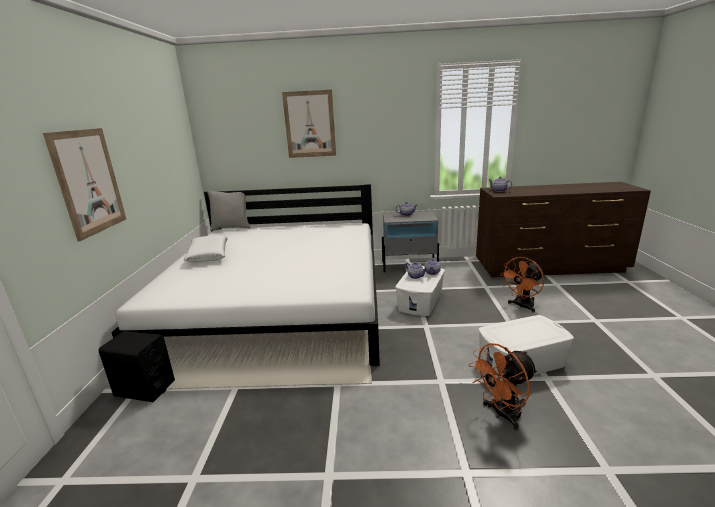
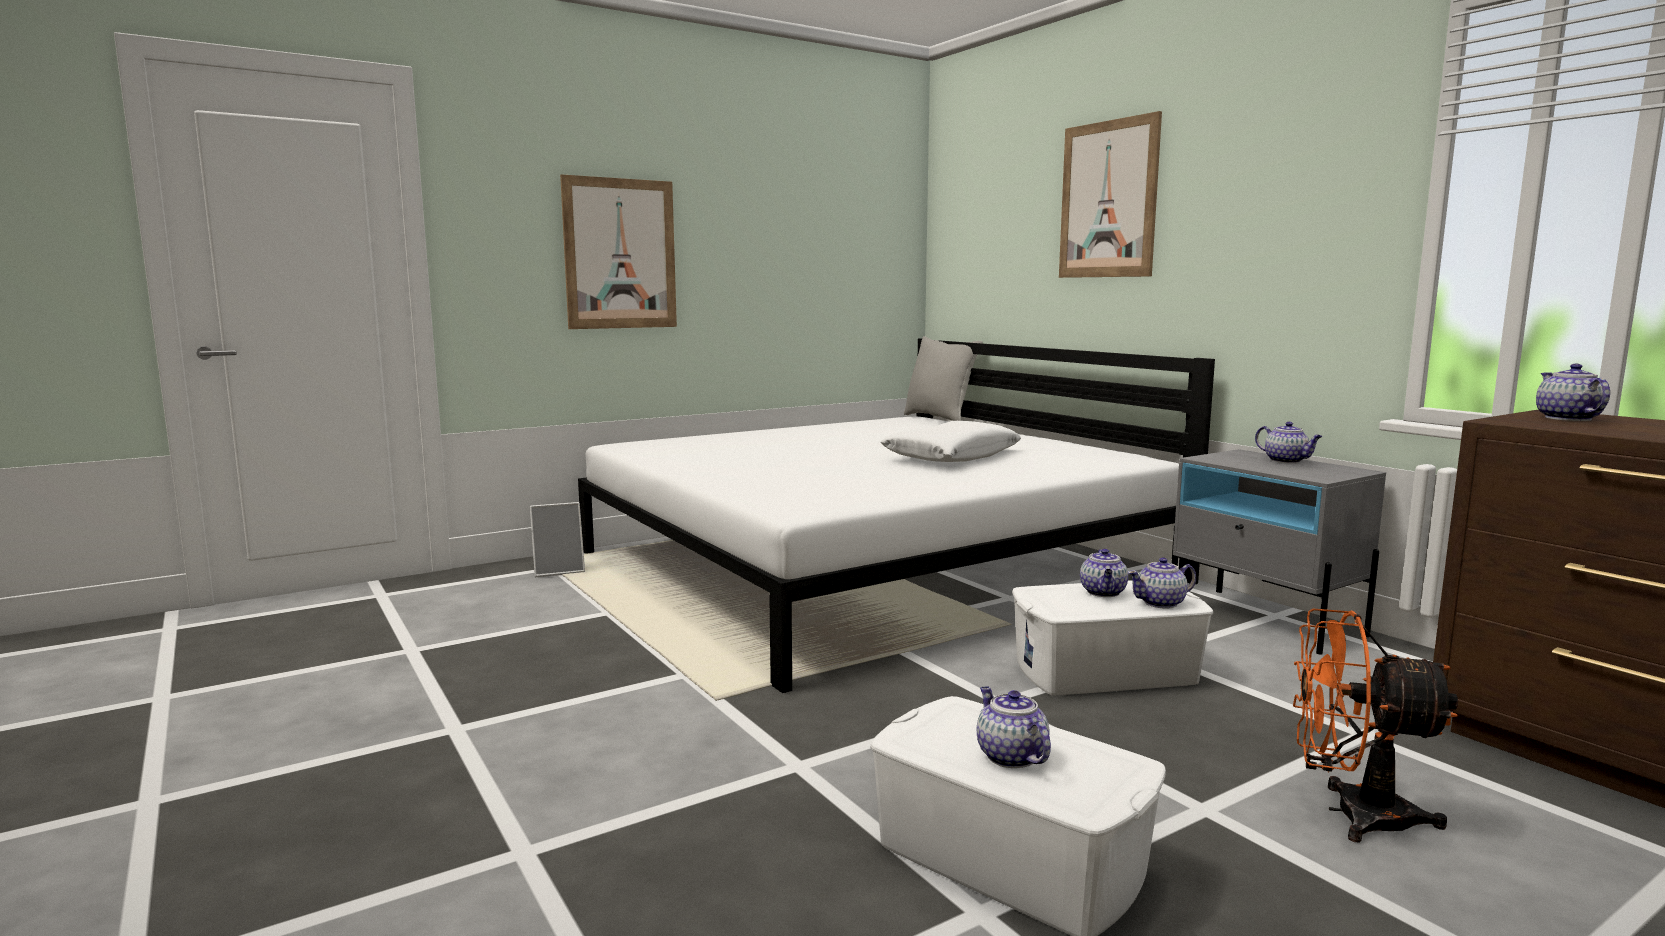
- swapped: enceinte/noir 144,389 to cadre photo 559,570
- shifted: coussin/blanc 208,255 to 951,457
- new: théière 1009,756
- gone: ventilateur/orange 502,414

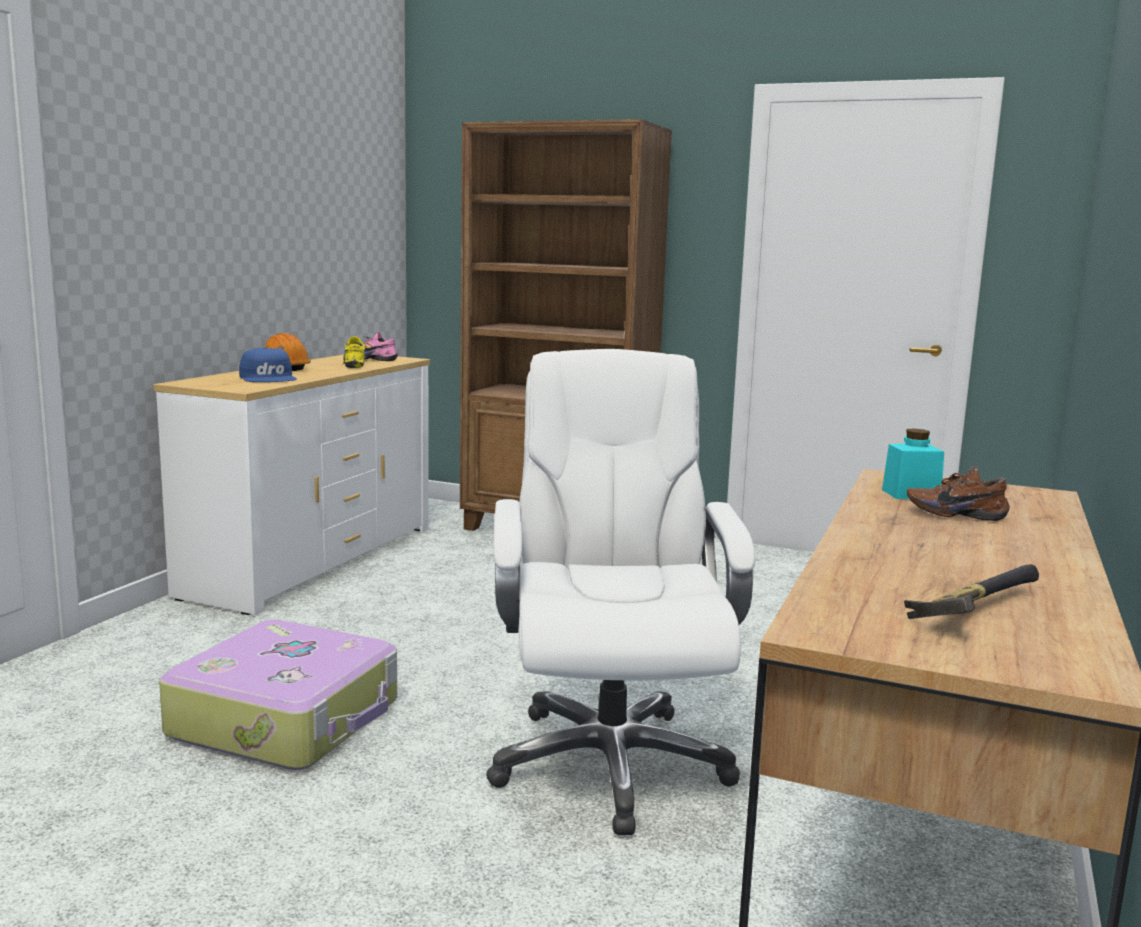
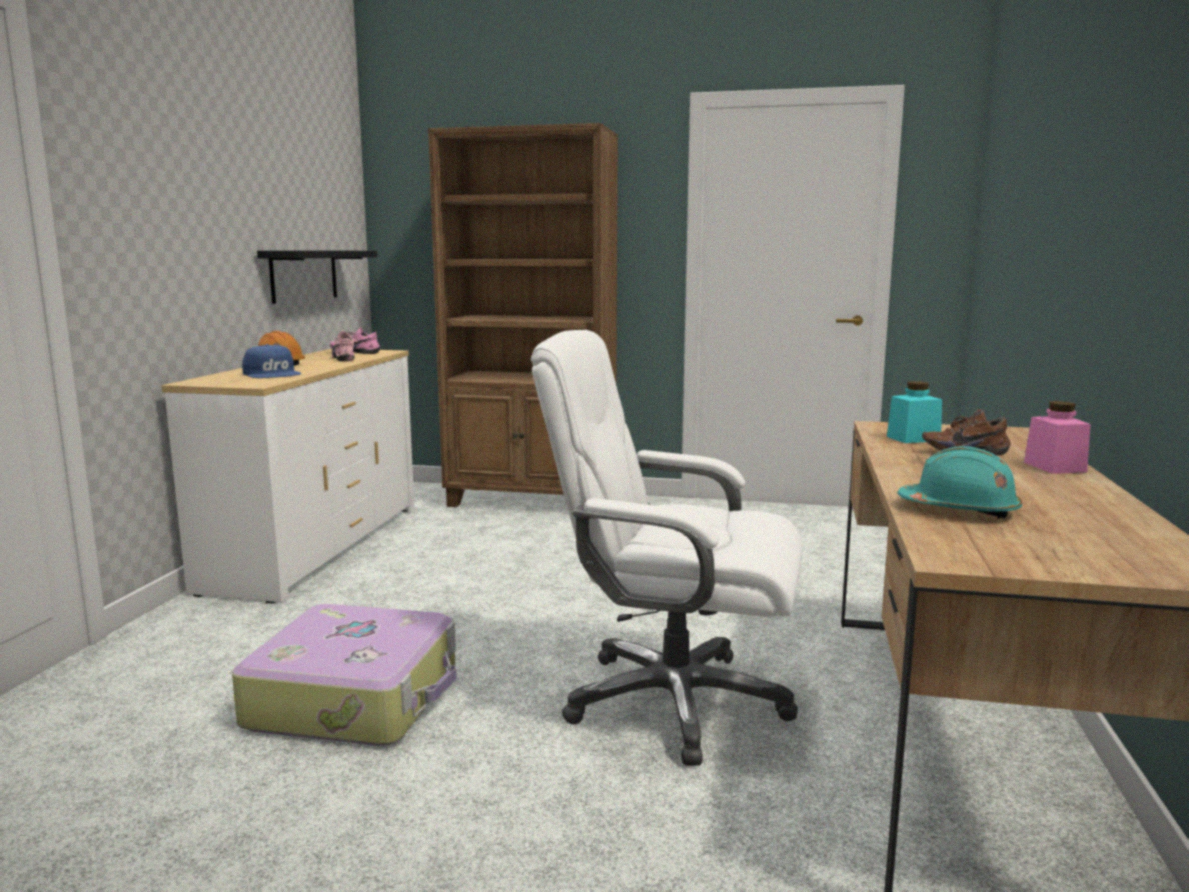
- new: étagère/noir 304,275
- repainted: chaussure/jaune 357,365 to chaussure/rose 346,358
- rotated: chaise de bureau/blanc 609,761 = 672,702 60 degrees counterclockwise
- new: casque de chantier/turquoise 959,510
- new: bocal/rose 1054,467
- gone: marteau 970,610

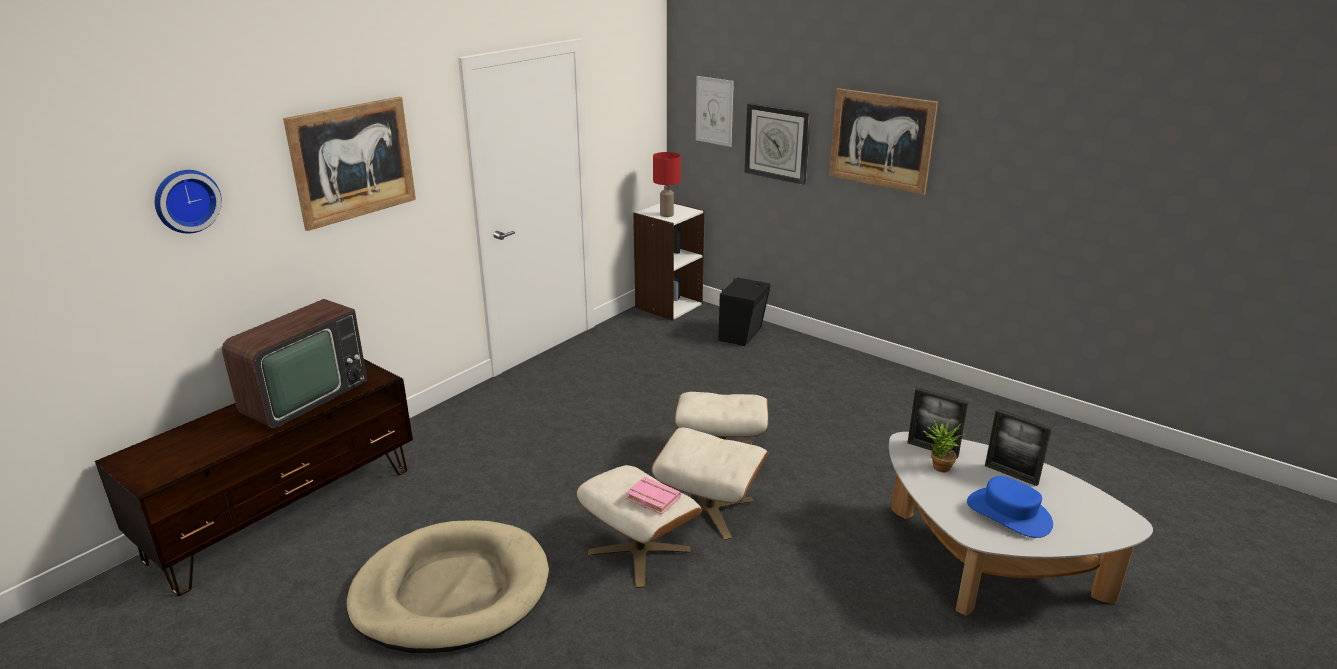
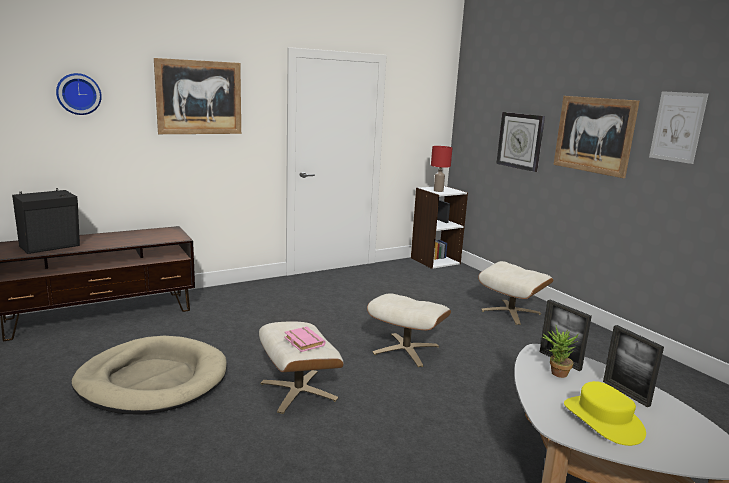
- shifted: enceinte/noir 743,334 to 51,246
- shifted: pouf/beige 709,509 to 511,311
- repainted: chapeau/bleu 1009,513 to chapeau/jaune 603,420
- shifted: tableau 714,111 to 677,127
- gone: téléviseur 299,396

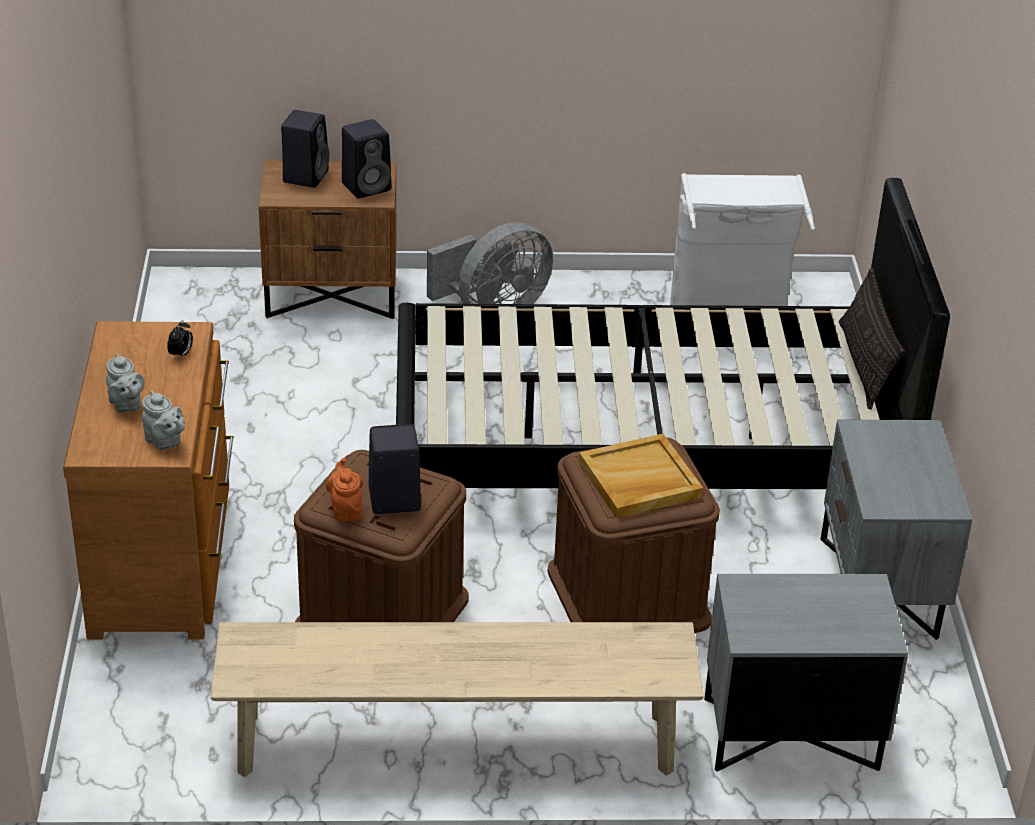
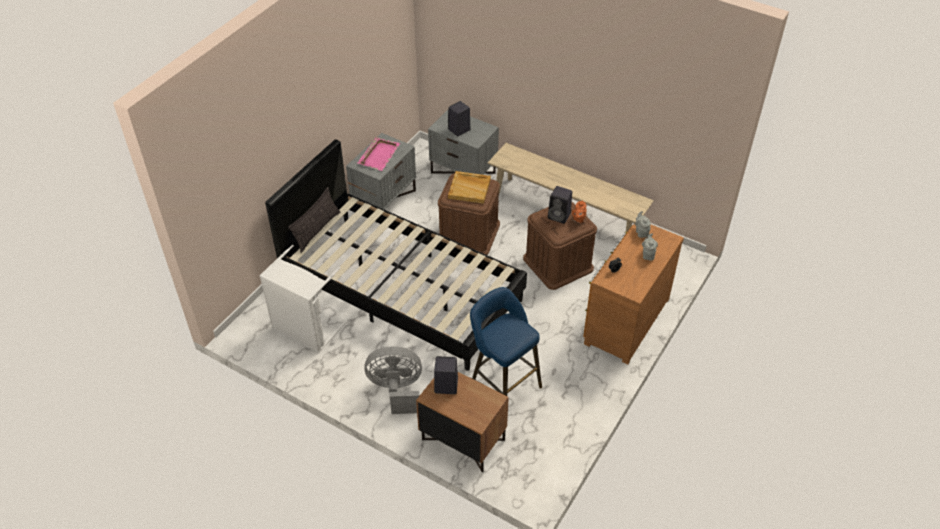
- new: plateau/rose 379,155
- shifted: enceinte/noir 306,176 to 458,130
- new: tabouret/bleu 502,384

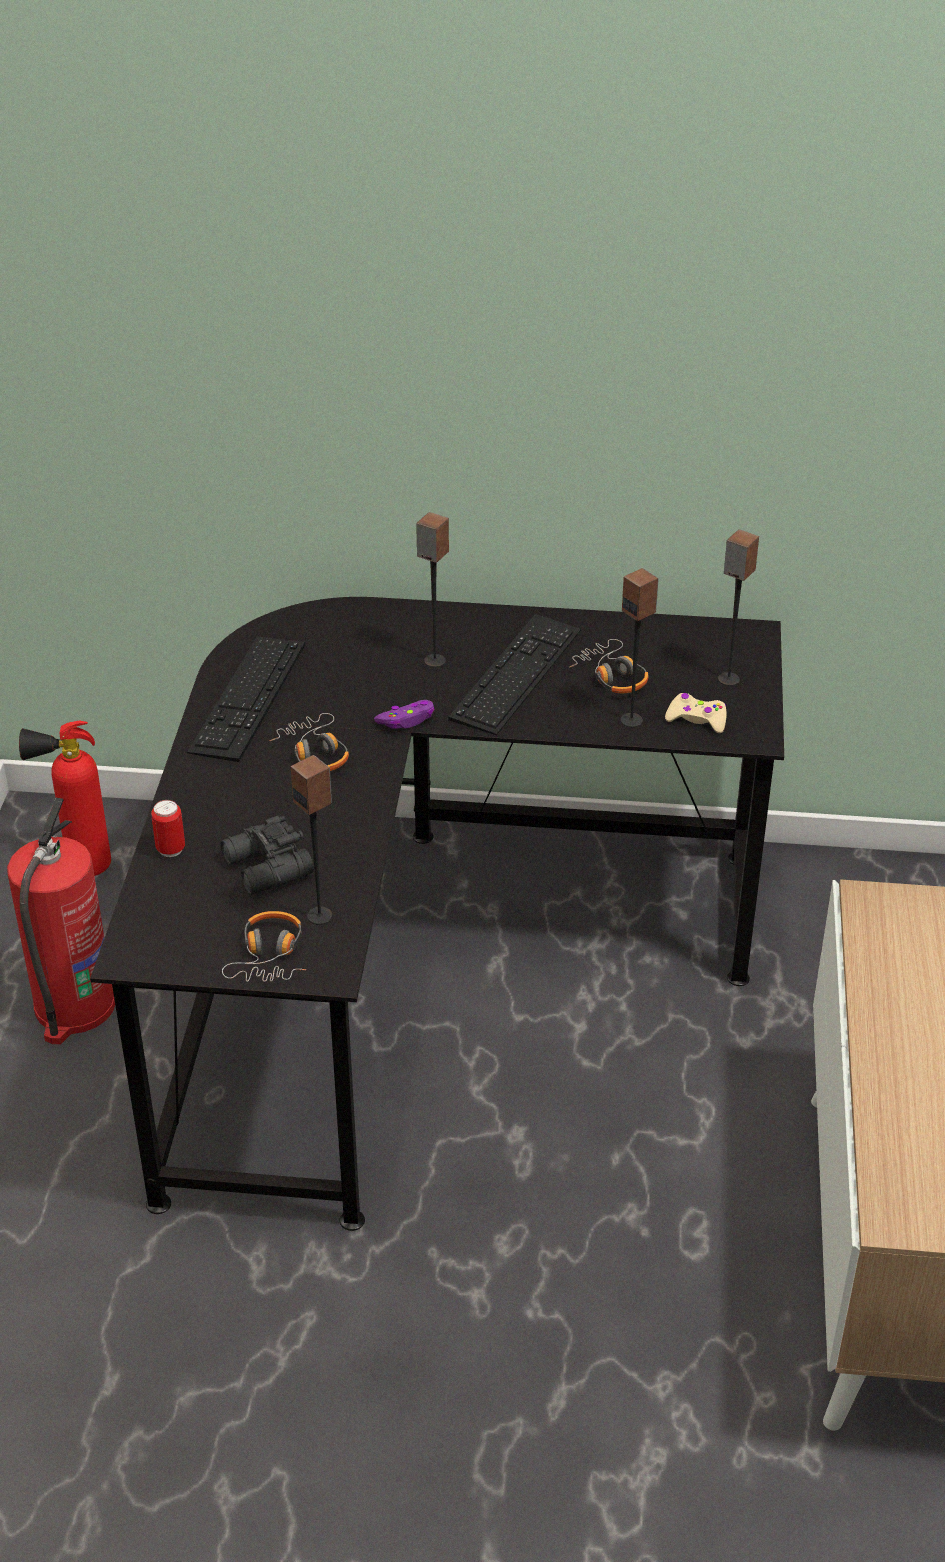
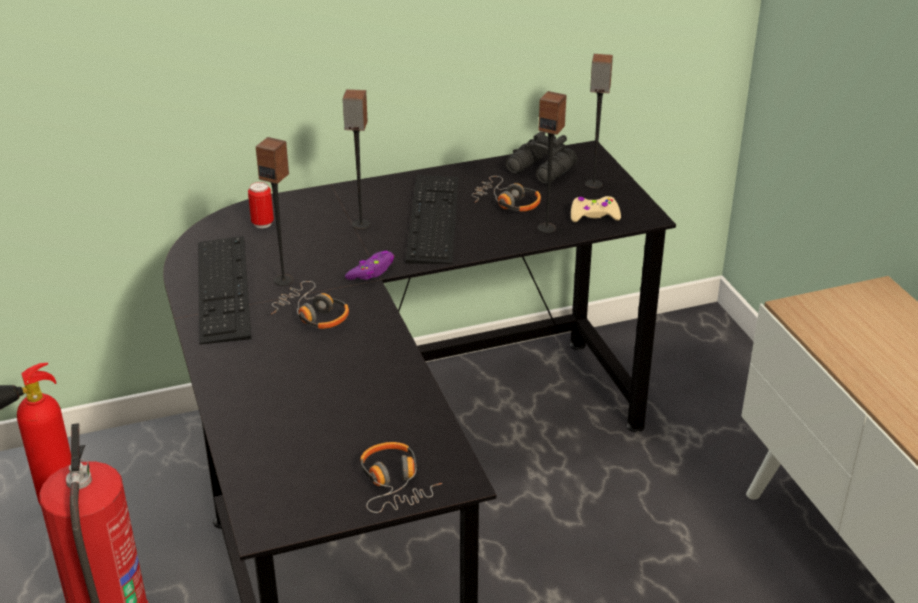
- shifted: boîte métallique 170,849 to 262,223
- shifted: enceinte 320,915 to 284,280
- shifted: jumelles/noir 266,869 to 541,171

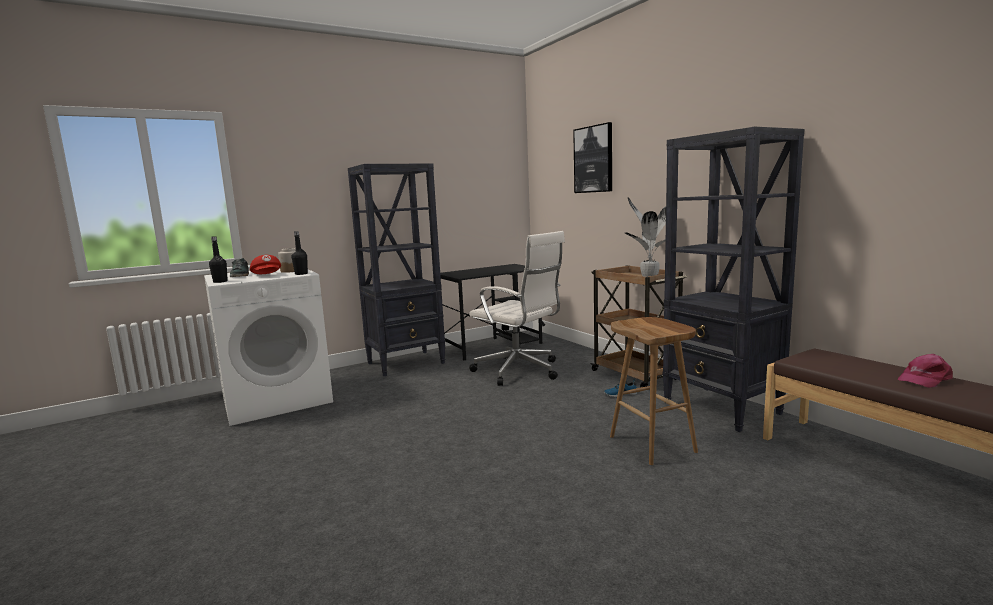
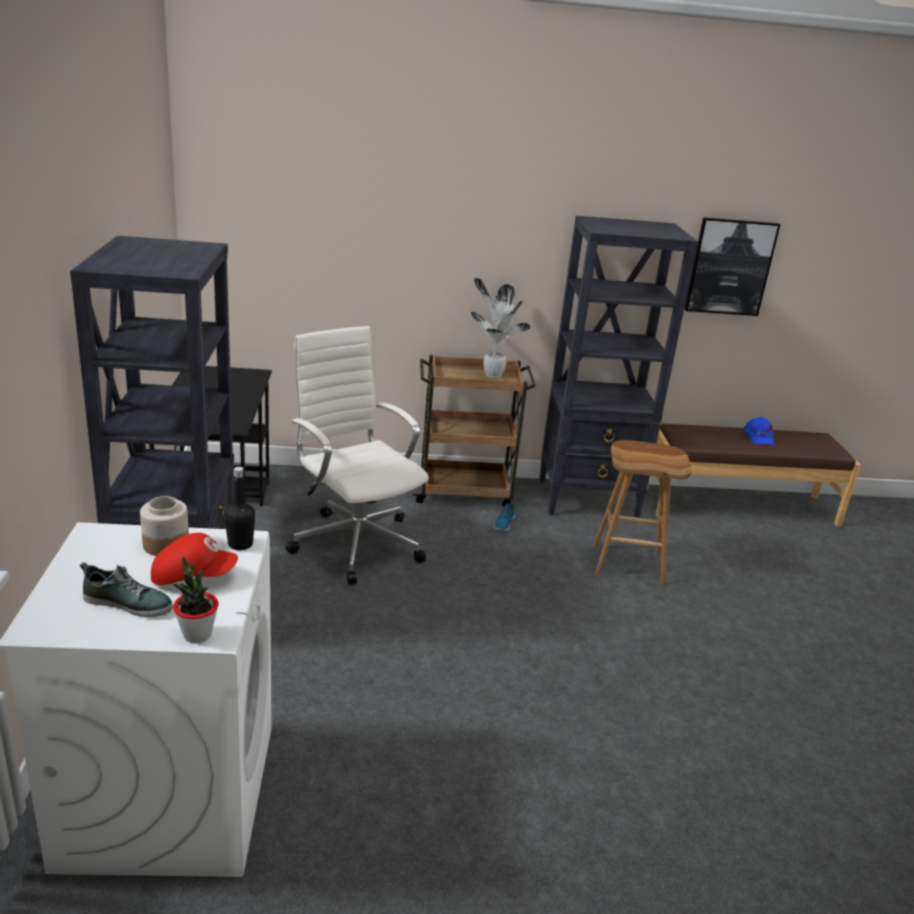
- swapped: bouteille/noir 220,281 to plante en pot 197,634
- rotated: chaise de bureau/blanc 519,371 = 355,542 105 degrees counterclockwise
- shifted: tableau 593,159 to 730,267
- repainted: casquette/rose 924,379 to casquette/bleu 758,437

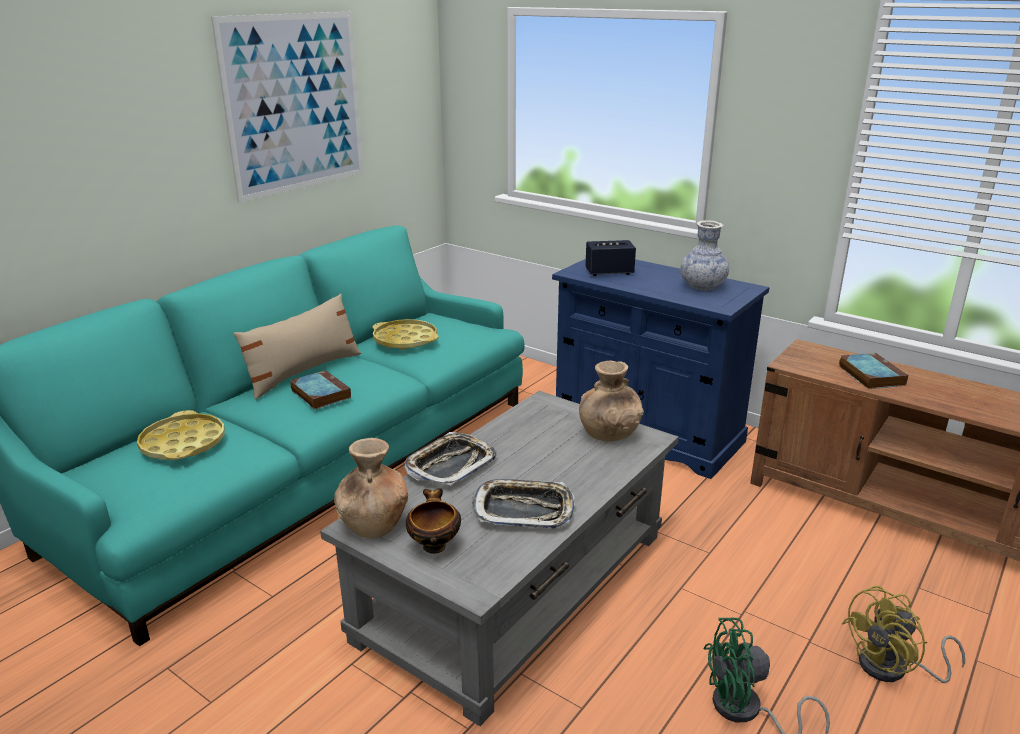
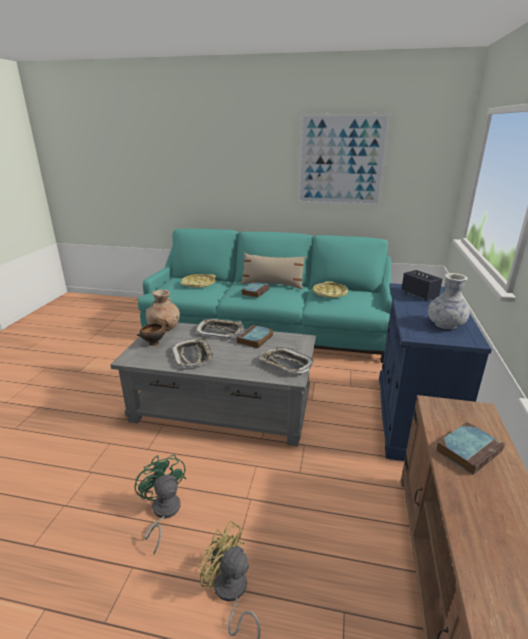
- new: livre 255,339
- swapped: vase/marron 609,433 to plateau 286,364

